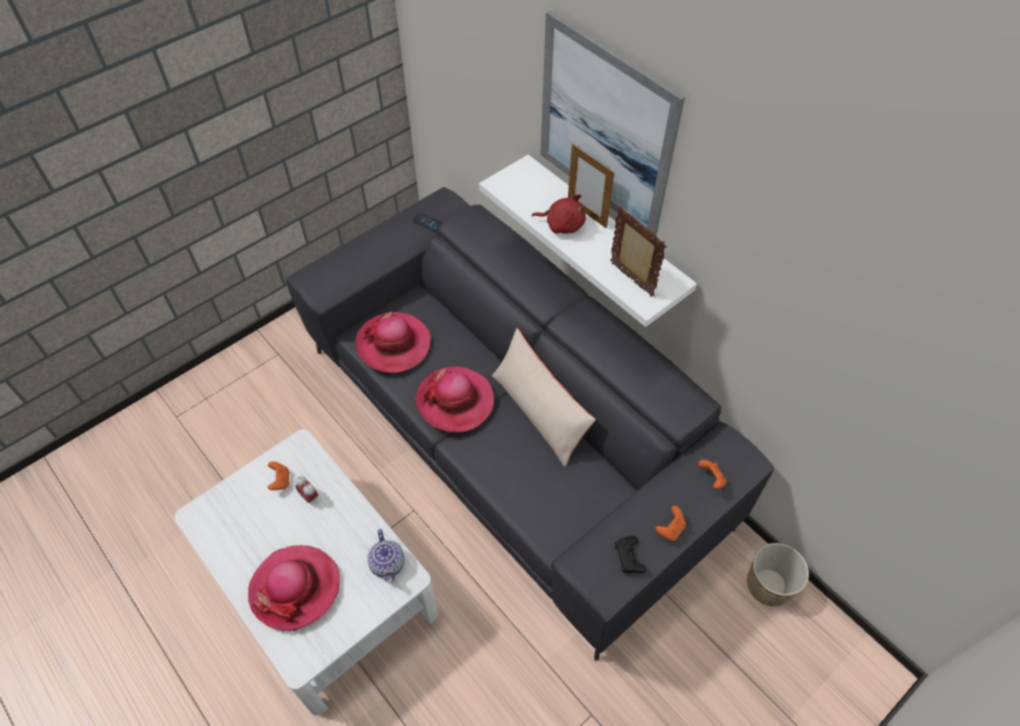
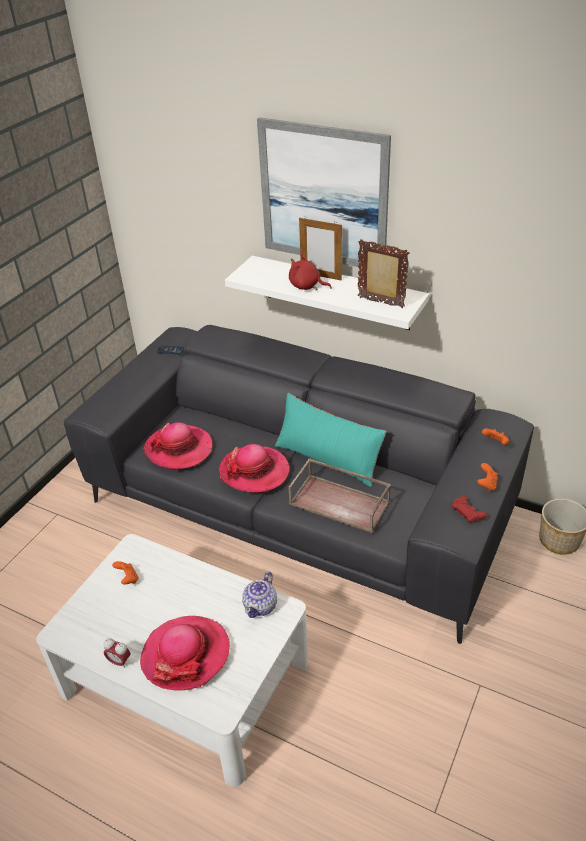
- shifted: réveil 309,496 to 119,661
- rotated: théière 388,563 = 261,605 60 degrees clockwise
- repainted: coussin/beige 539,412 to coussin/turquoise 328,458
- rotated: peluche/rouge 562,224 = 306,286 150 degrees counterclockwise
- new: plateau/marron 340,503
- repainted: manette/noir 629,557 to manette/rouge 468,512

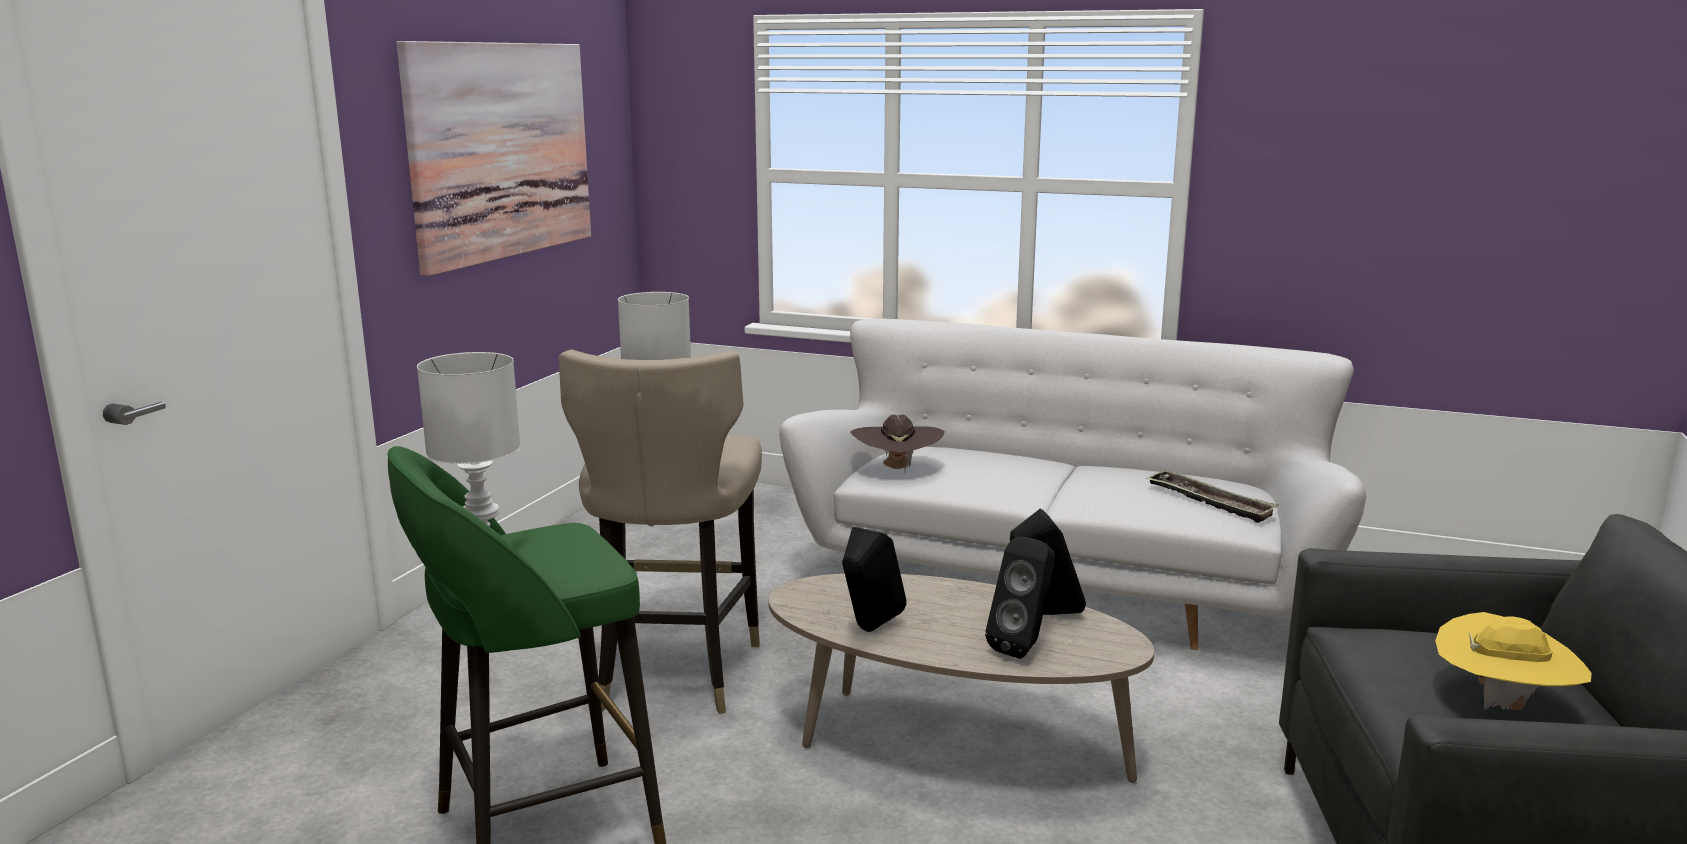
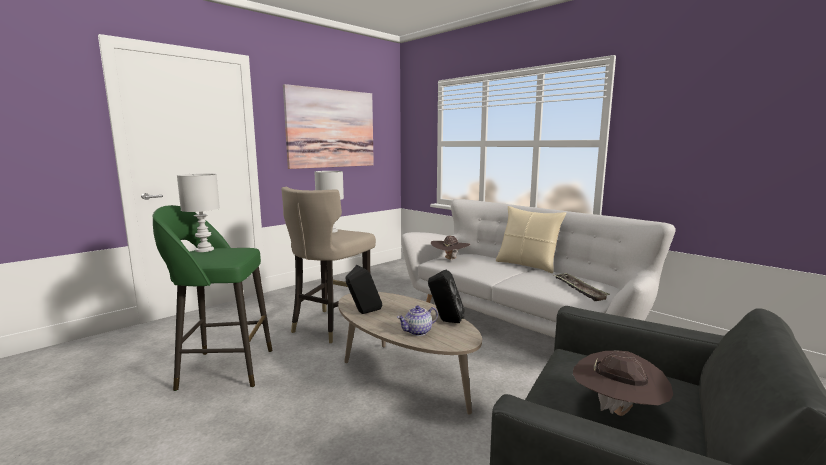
- swapped: enceinte/noir 1024,647 to théière 418,332
- new: coussin/beige 527,265
- repainted: chapeau/jaune 1502,705 to chapeau/marron 617,411

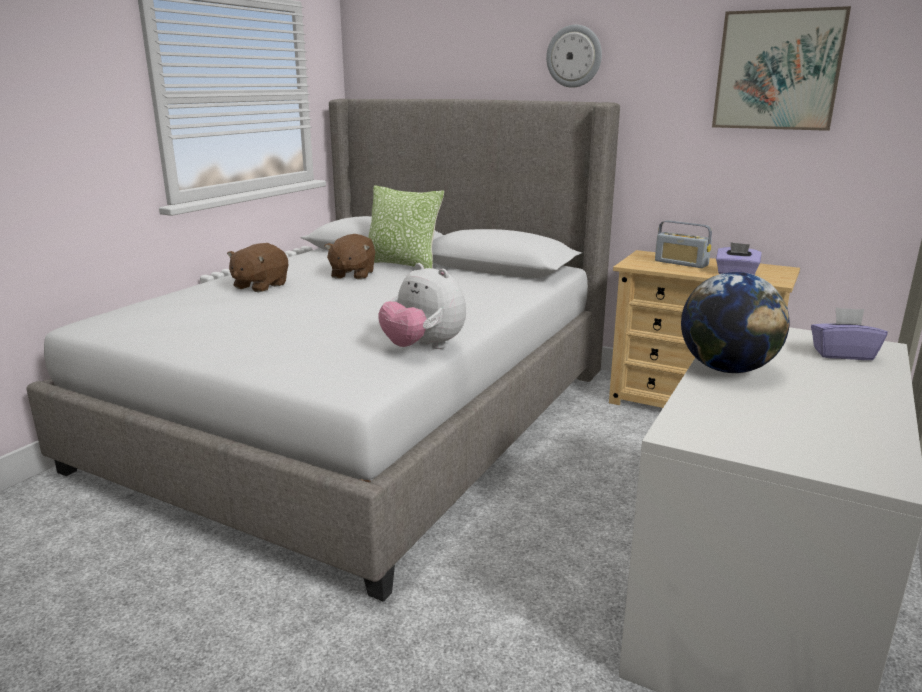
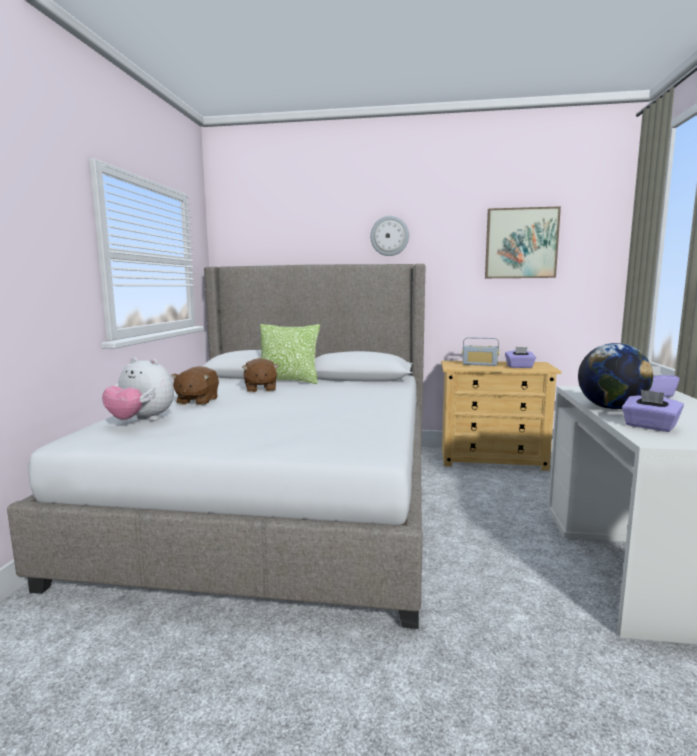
- shifted: peluche 423,347 to 141,421
- new: boîte à mouchoirs/violet 649,426

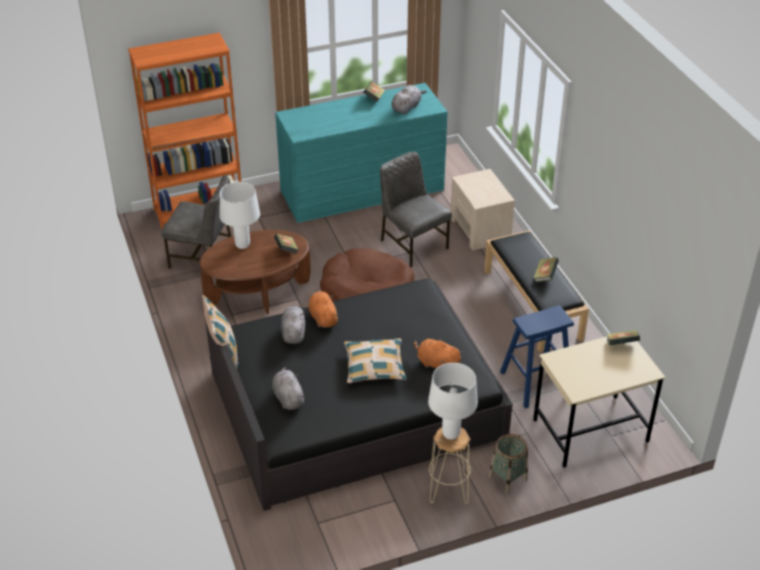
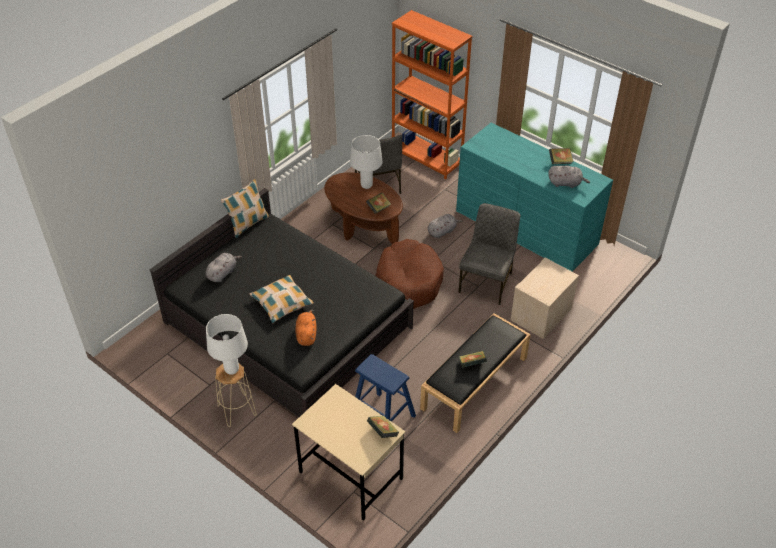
- shifted: peluche/gris 293,333 to 442,231
- gone: peluche/orange 323,318
- gone: panier 507,478

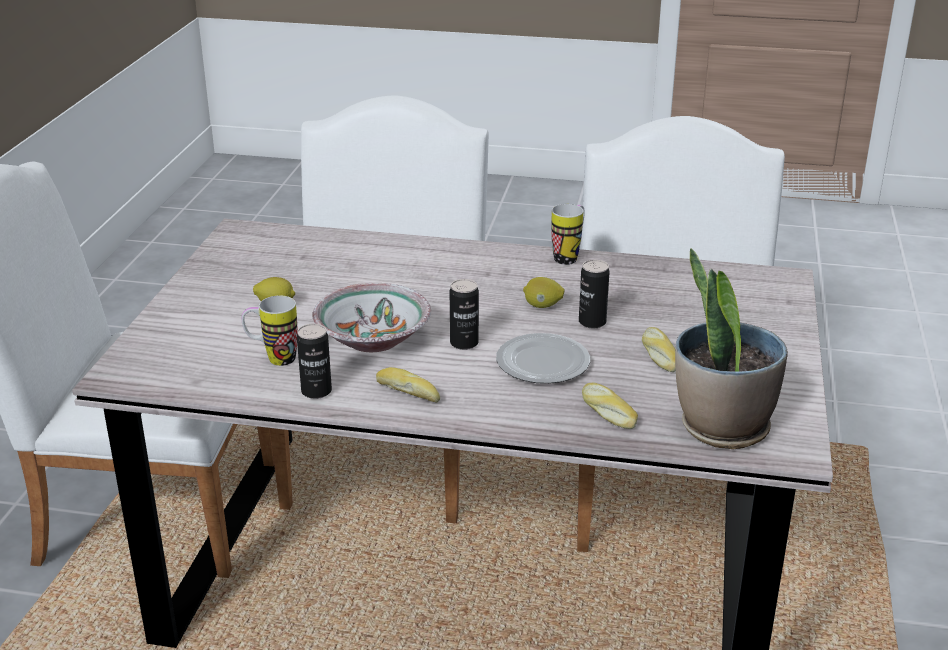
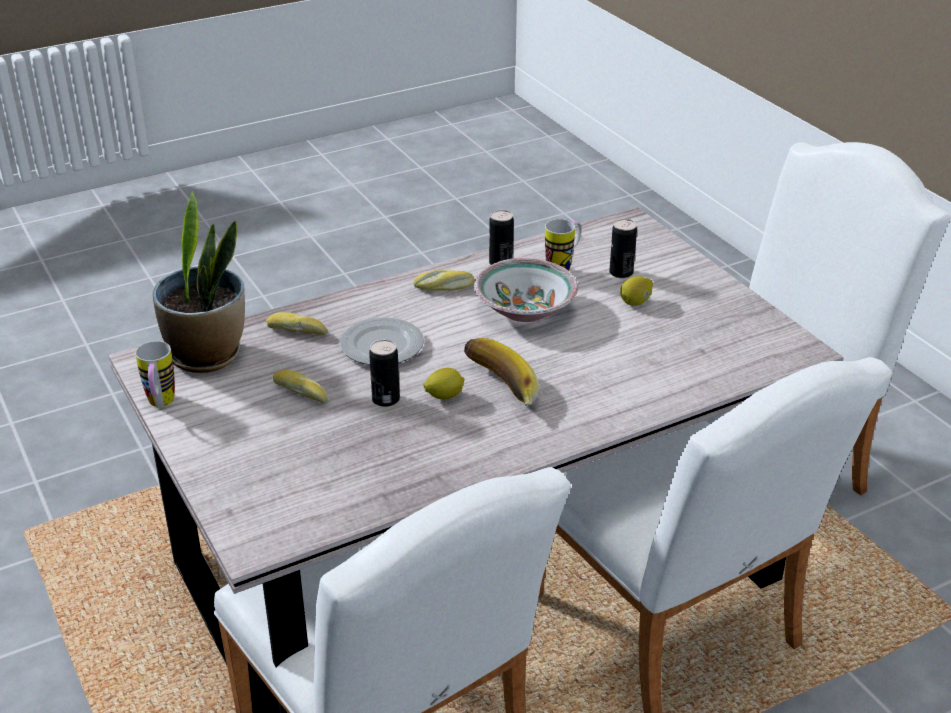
- shifted: mug 569,256 to 160,405
- new: banane 498,388
- shifted: boîte métallique 464,343 to 621,272

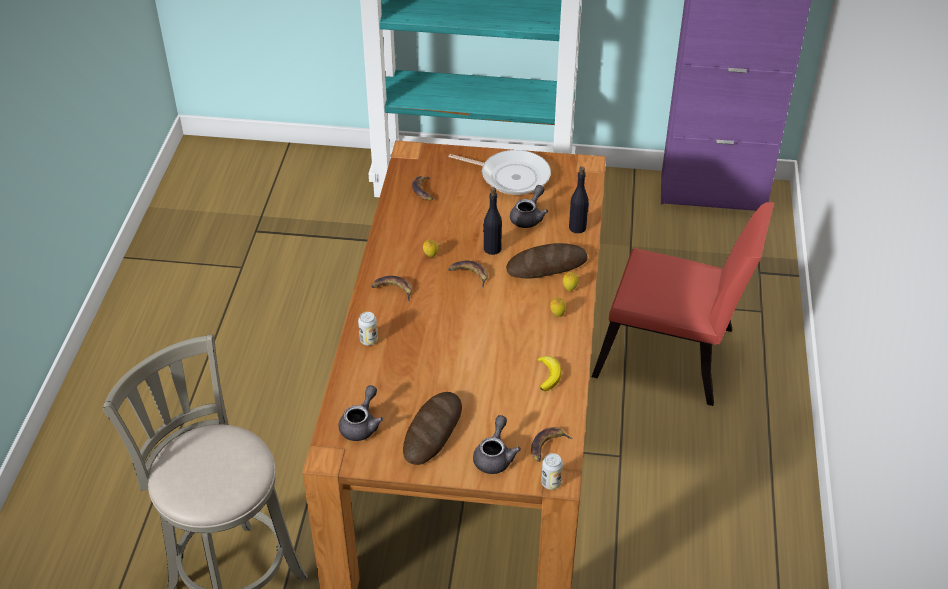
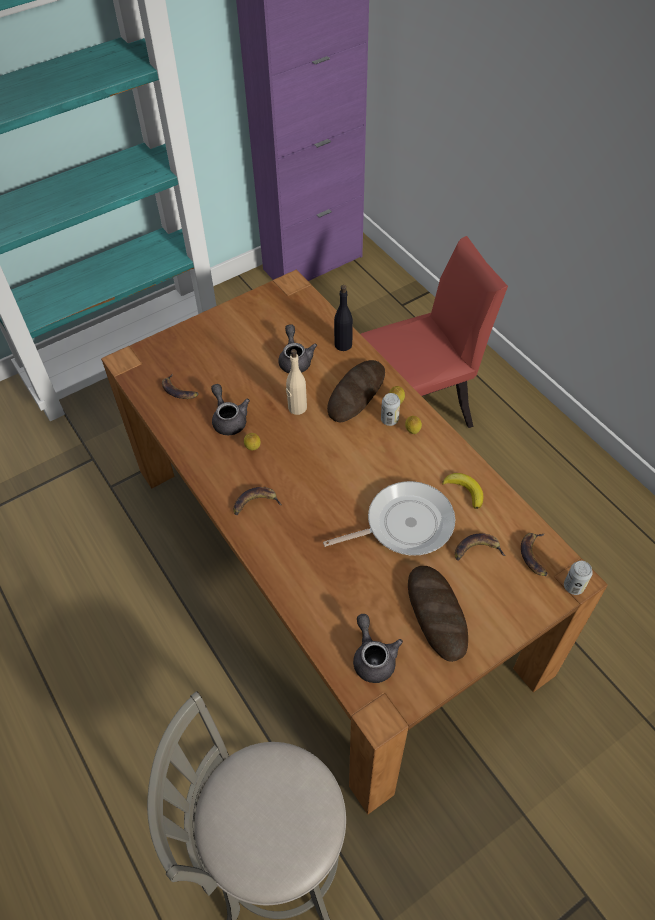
- shifted: théière/gris 495,456 to 228,419
- repainted: bouteille/noir 492,249 to bouteille/beige 297,408
- shifted: poêle 511,176 to 404,524
- shifted: boîte métallique 369,340 to 389,420
- shifted: banane 469,274 to 476,550

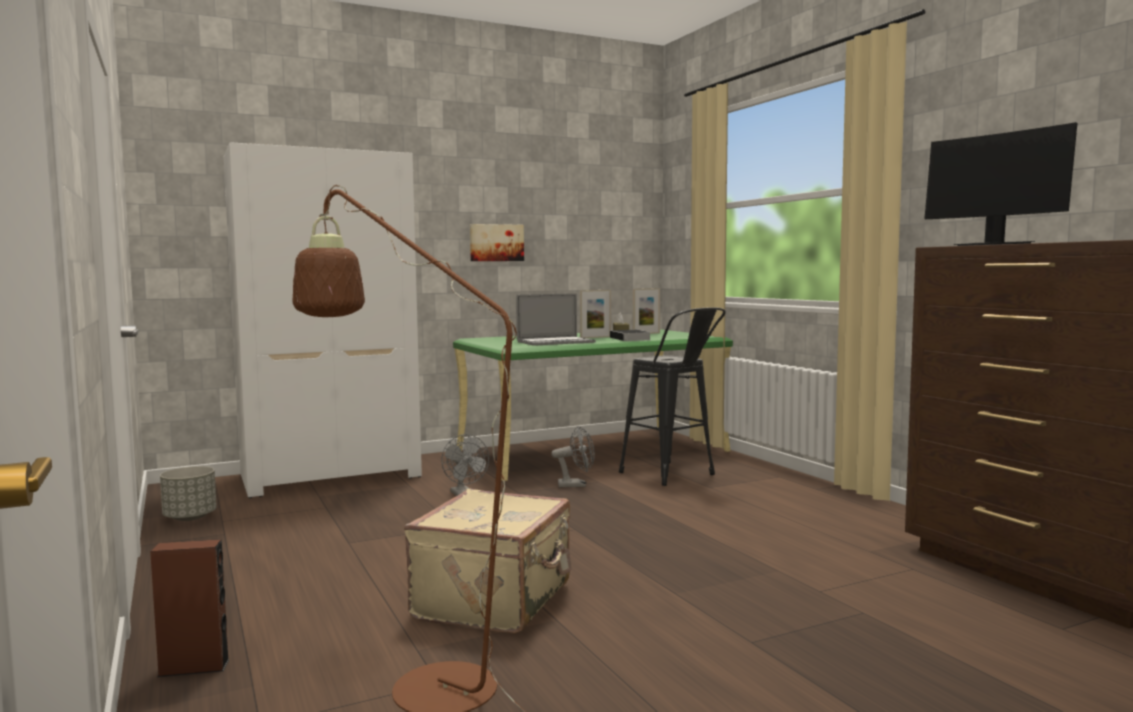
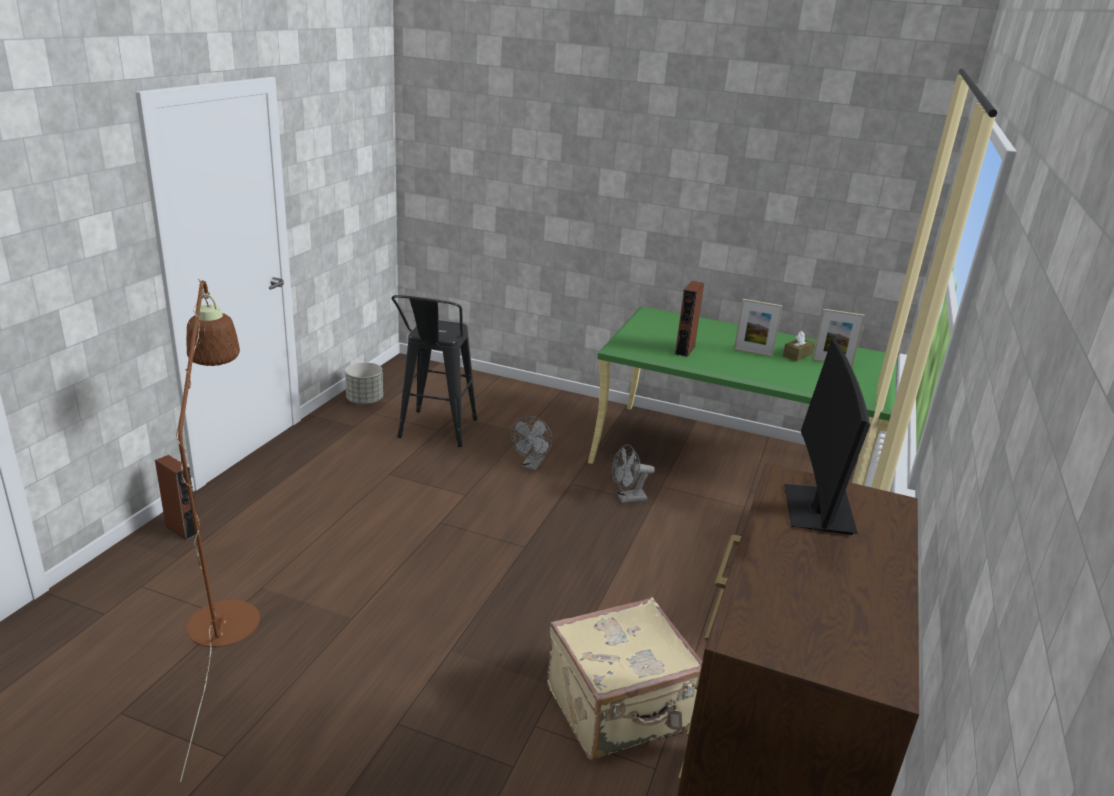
- shifted: tabouret/noir 673,476 to 435,433
- shifted: valise/beige 496,601 to 620,710
- rotated: ventilateur/gris 576,485 = 627,499 120 degrees clockwise
- swapped: ordinateur portable 555,342 to enceinte/marron 684,350
- gone: armoire/blanc 331,475
- gone: tableau 496,242
- gone: livre 631,339

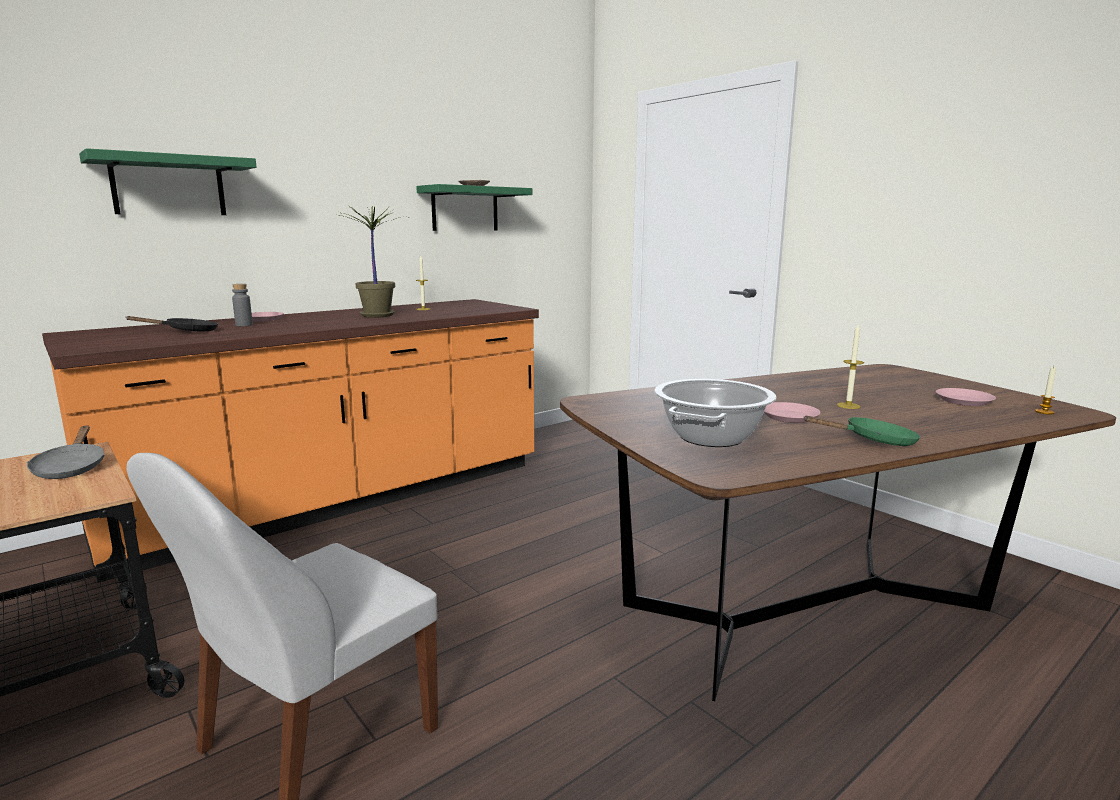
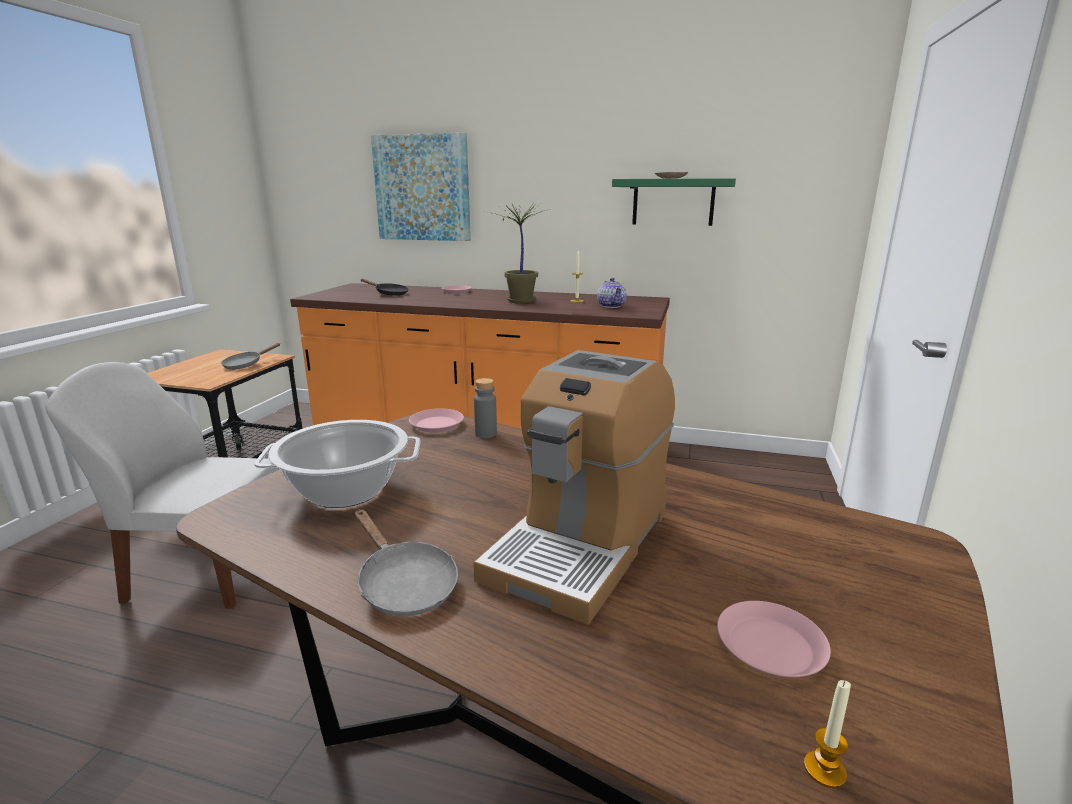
- repainted: poêle/vert 873,441 to poêle/gris 403,585
- swapped: étagère/vert 168,186 to tableau 422,188
- shifted: assiette/rose 789,417 to 437,424
- swapped: bougie 848,405 to machine à café 580,543
- shifted: bouteille/gris 244,325 to 486,434
- new: théière 611,306

